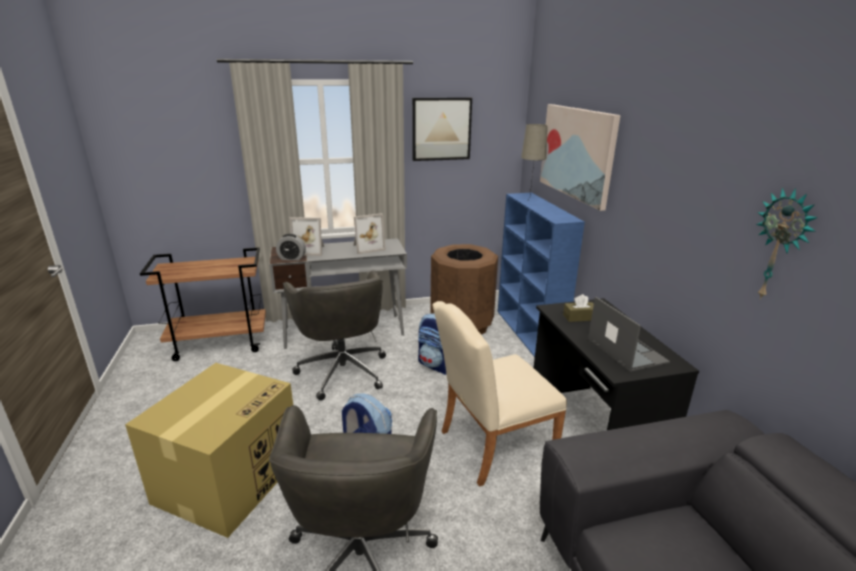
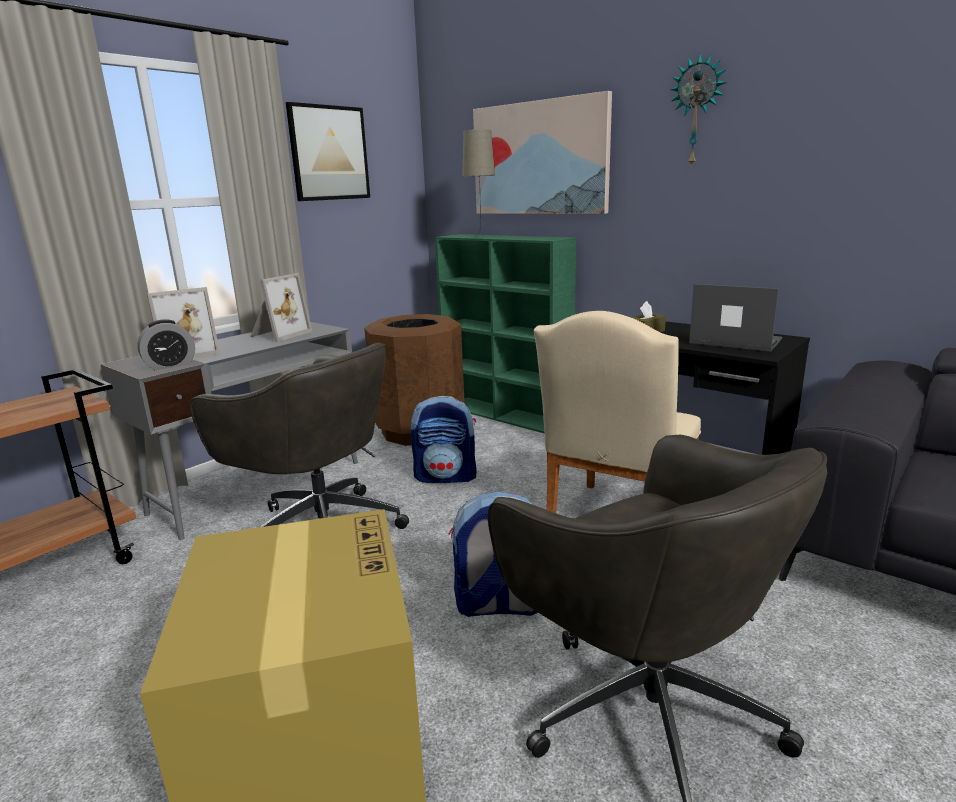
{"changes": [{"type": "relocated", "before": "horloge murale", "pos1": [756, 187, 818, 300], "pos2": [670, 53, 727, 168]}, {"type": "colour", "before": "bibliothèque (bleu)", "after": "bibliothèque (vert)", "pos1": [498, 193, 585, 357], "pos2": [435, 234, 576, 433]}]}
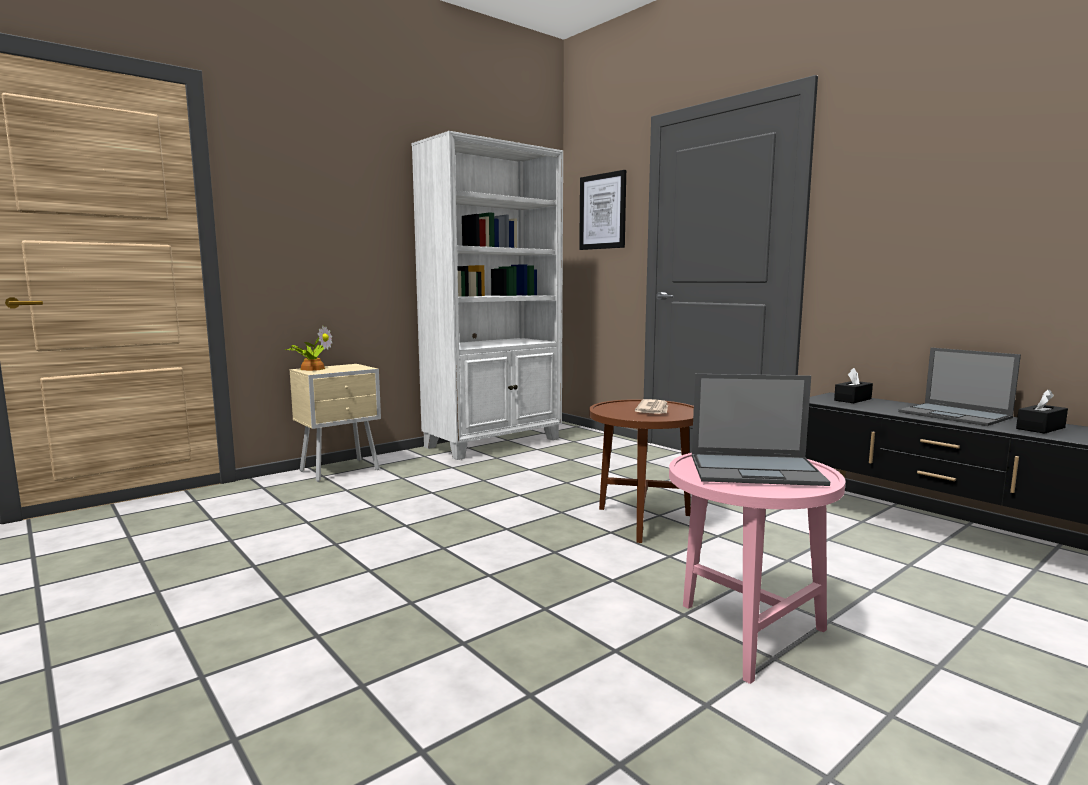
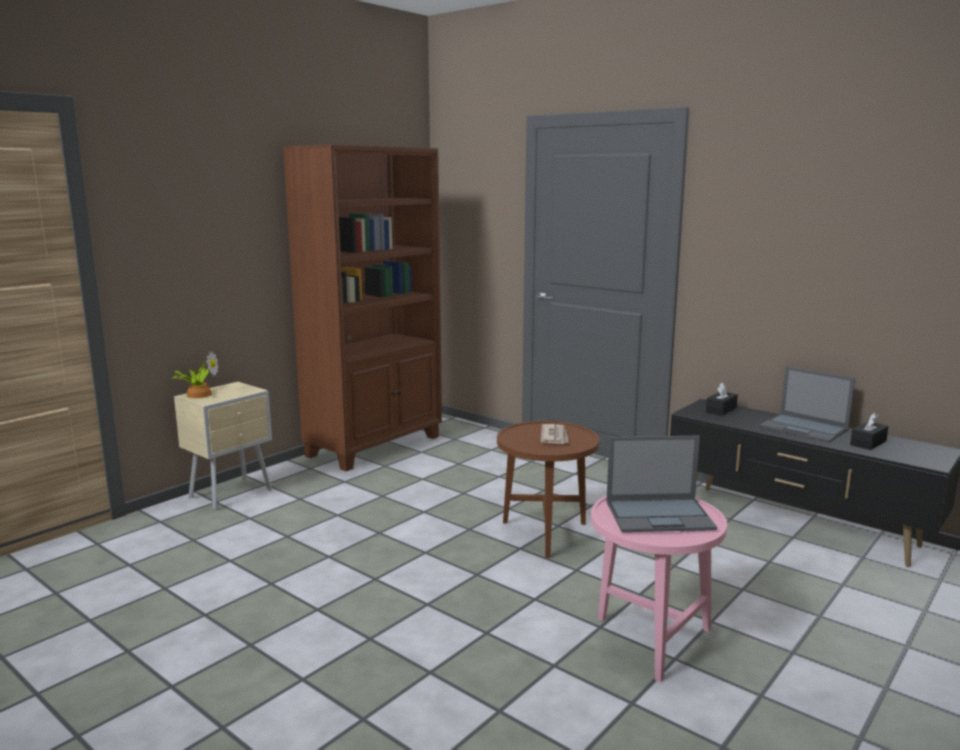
{"changes": [{"type": "missing", "before": "tableau", "pos1": [579, 170, 626, 250]}, {"type": "colour", "before": "bibliothèque (blanc)", "after": "bibliothèque (marron)", "pos1": [412, 131, 563, 460], "pos2": [283, 145, 442, 471]}]}
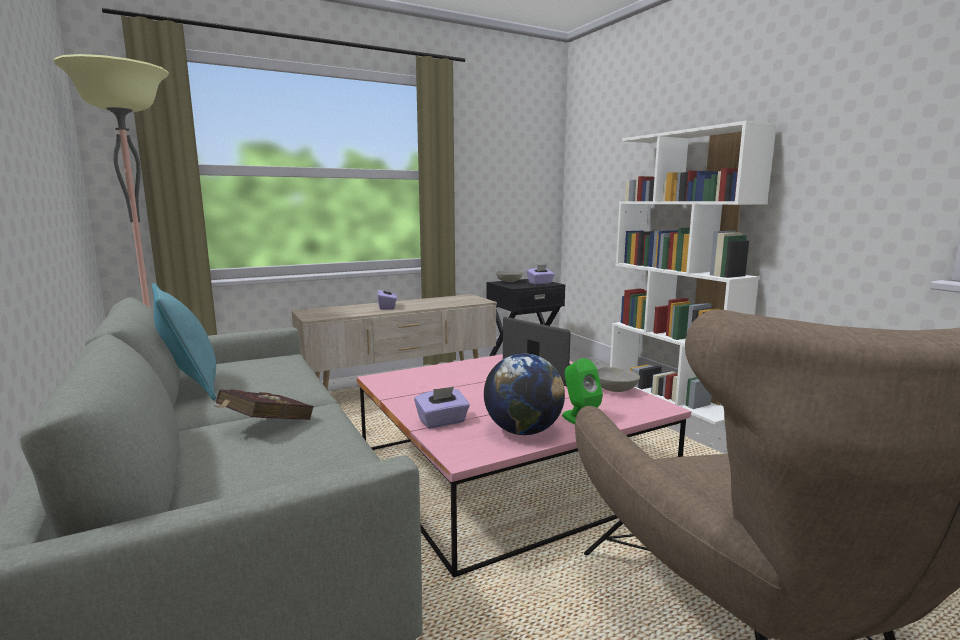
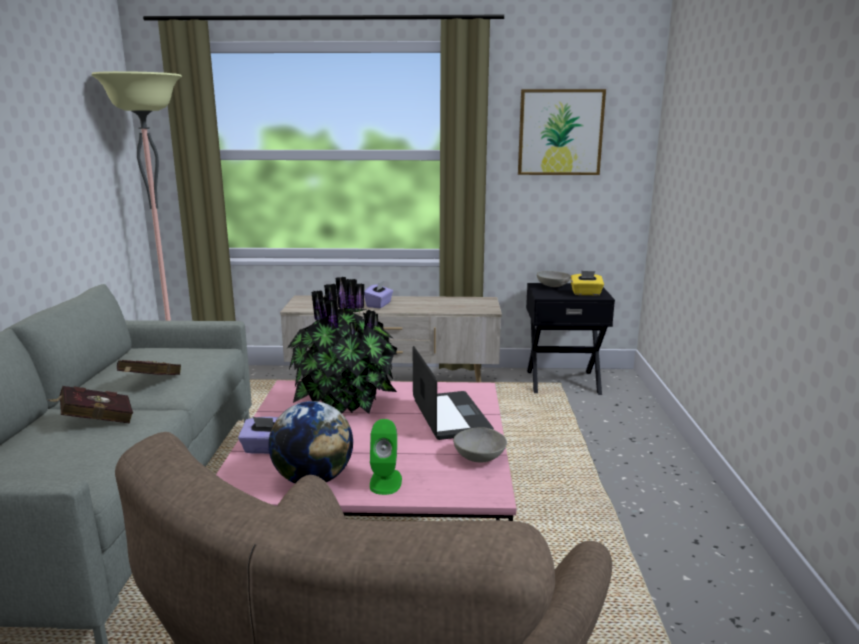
{"changes": [{"type": "missing", "before": "coussin (turquoise)", "pos1": [152, 283, 216, 400]}, {"type": "missing", "before": "bibliothèque (blanc)", "pos1": [610, 121, 777, 425]}, {"type": "appeared", "after": "livre (rouge)", "pos2": [117, 360, 181, 375]}, {"type": "appeared", "after": "plante en pot", "pos2": [287, 276, 397, 414]}, {"type": "appeared", "after": "tableau", "pos2": [518, 89, 606, 175]}, {"type": "colour", "before": "boîte à mouchoirs (violet)", "after": "boîte à mouchoirs (jaune)", "pos1": [527, 265, 555, 285], "pos2": [570, 271, 604, 295]}]}
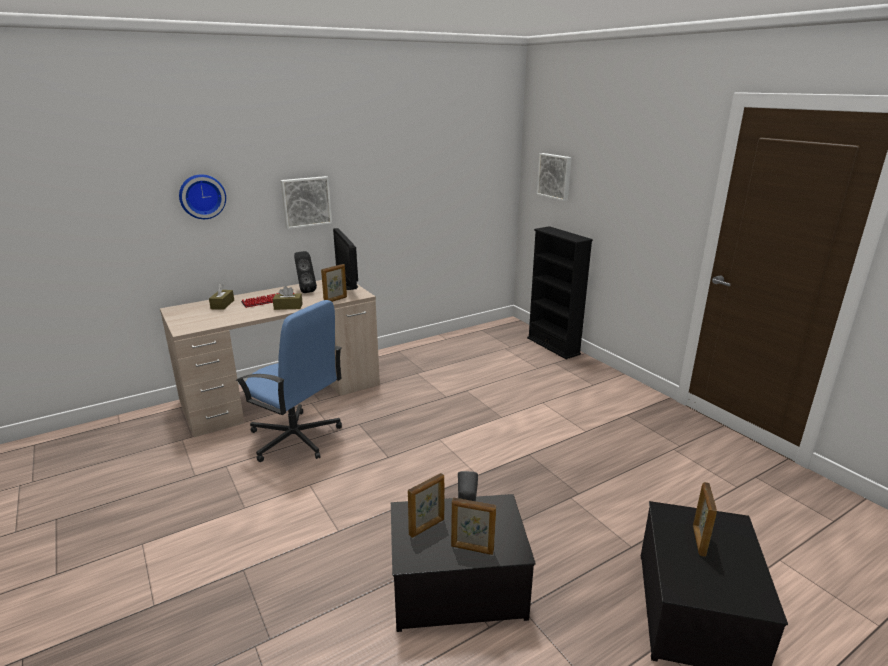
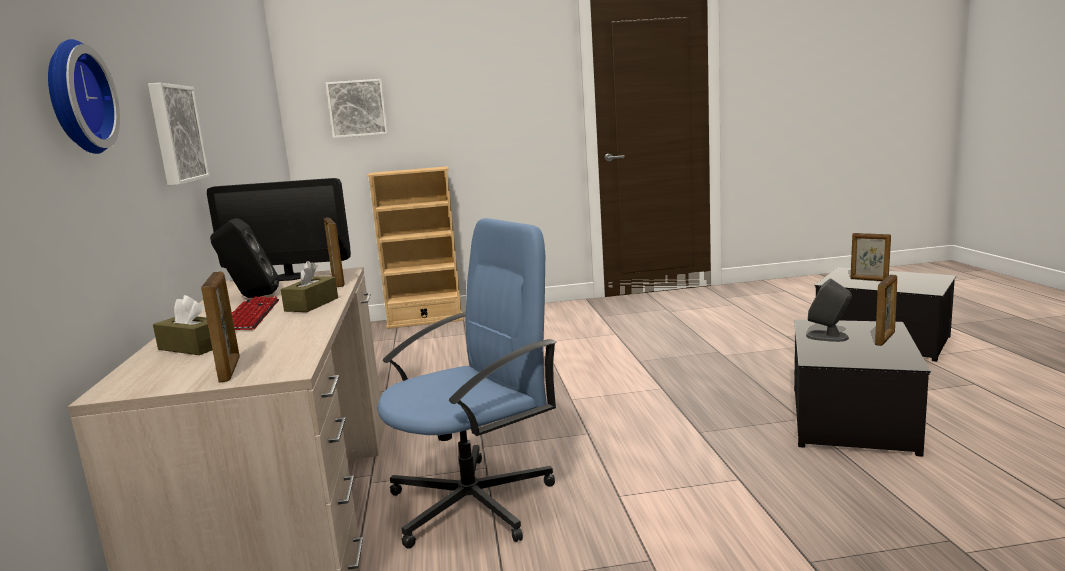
{"changes": [{"type": "relocated", "before": "cadre photo", "pos1": [408, 473, 444, 538], "pos2": [201, 271, 240, 383]}, {"type": "colour", "before": "bibliothèque (noir)", "after": "bibliothèque (beige)", "pos1": [527, 226, 593, 359], "pos2": [367, 166, 464, 329]}]}
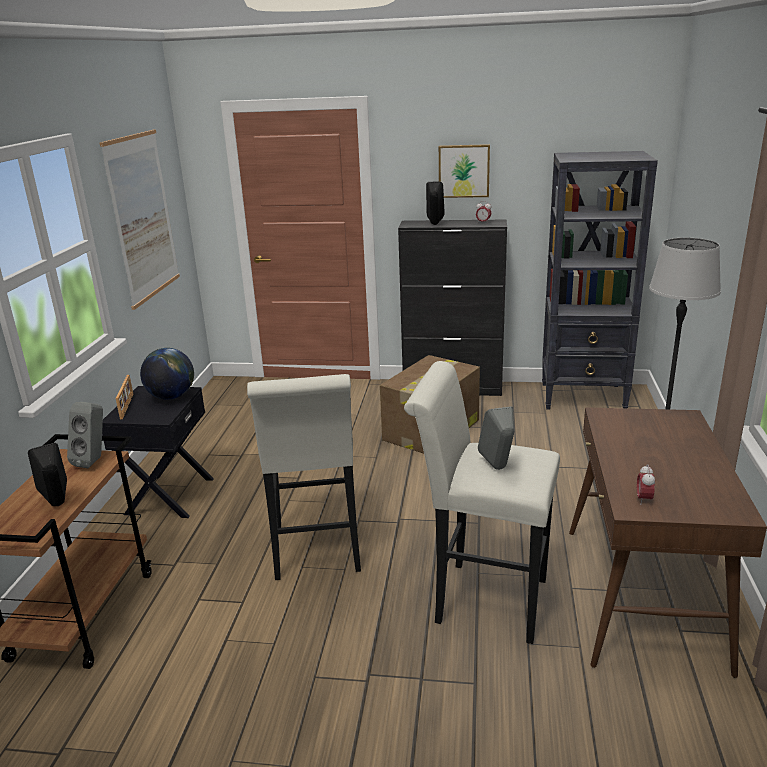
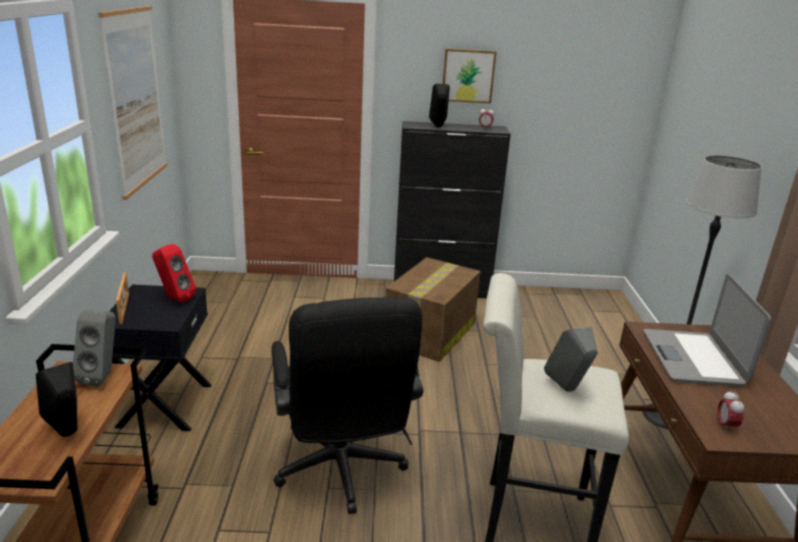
{"changes": [{"type": "missing", "before": "bibliothèque (noir)", "pos1": [542, 151, 658, 409]}, {"type": "appeared", "after": "ordinateur portable", "pos2": [643, 274, 771, 387]}, {"type": "exchanged", "before": "globe", "after": "enceinte (rouge)", "pos1": [140, 348, 194, 400], "pos2": [152, 244, 196, 303]}, {"type": "exchanged", "before": "tabouret (blanc)", "after": "chaise de bureau (noir)", "pos1": [247, 374, 361, 580], "pos2": [271, 297, 423, 514]}]}
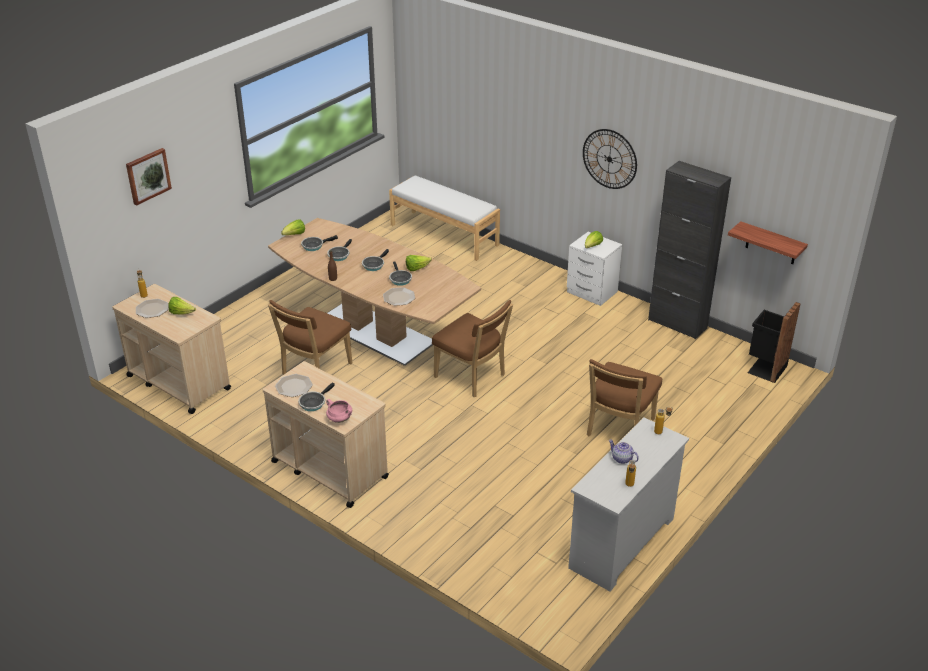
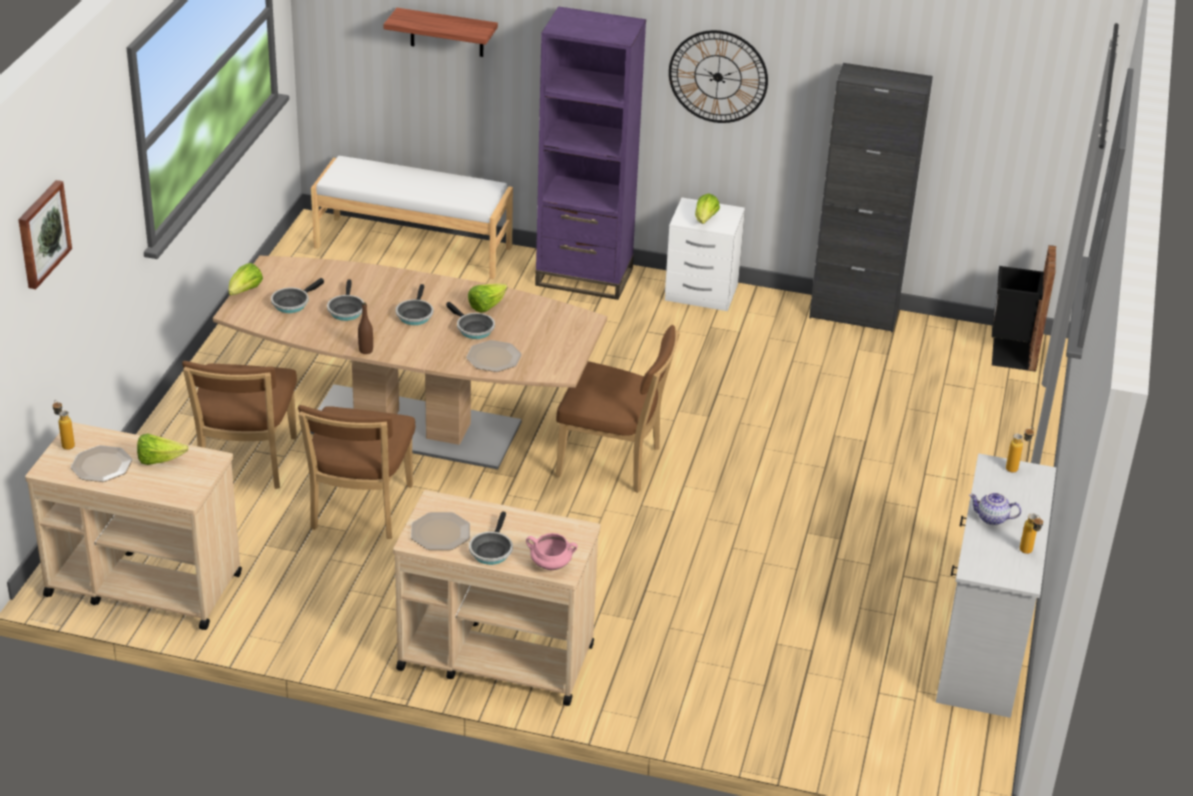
{"changes": [{"type": "appeared", "after": "bibliothèque (violet)", "pos2": [535, 6, 646, 300]}, {"type": "relocated", "before": "chaise (marron)", "pos1": [587, 359, 662, 436], "pos2": [182, 361, 297, 489]}, {"type": "relocated", "before": "étagère", "pos1": [728, 221, 808, 264], "pos2": [383, 8, 498, 57]}]}
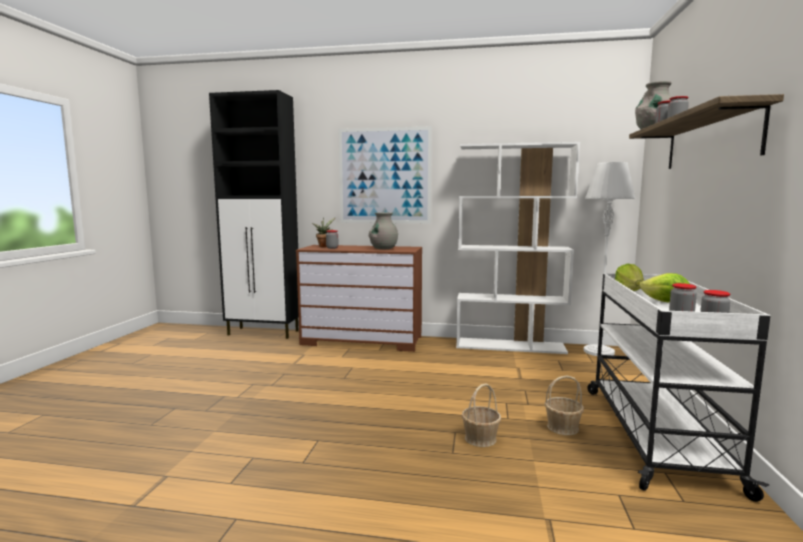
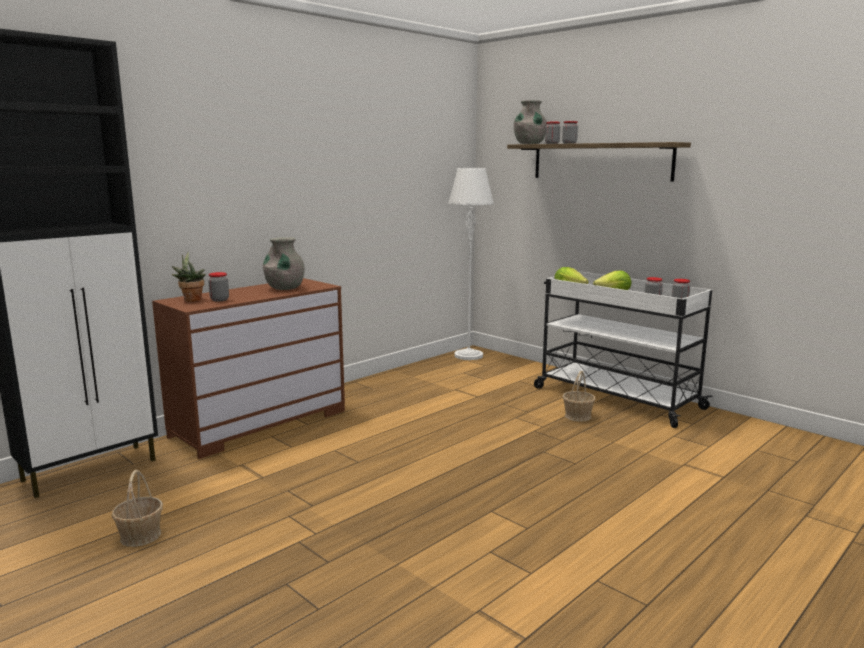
{"changes": [{"type": "missing", "before": "tableau", "pos1": [339, 127, 432, 223]}, {"type": "missing", "before": "bibliothèque (blanc)", "pos1": [456, 142, 580, 354]}, {"type": "relocated", "before": "panier", "pos1": [462, 383, 501, 447], "pos2": [112, 470, 163, 547]}]}
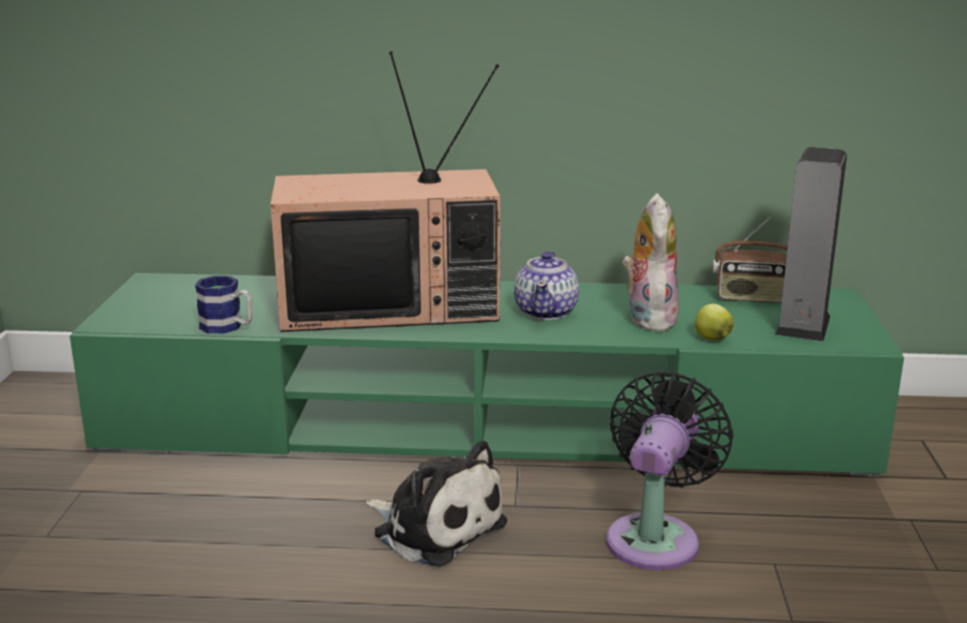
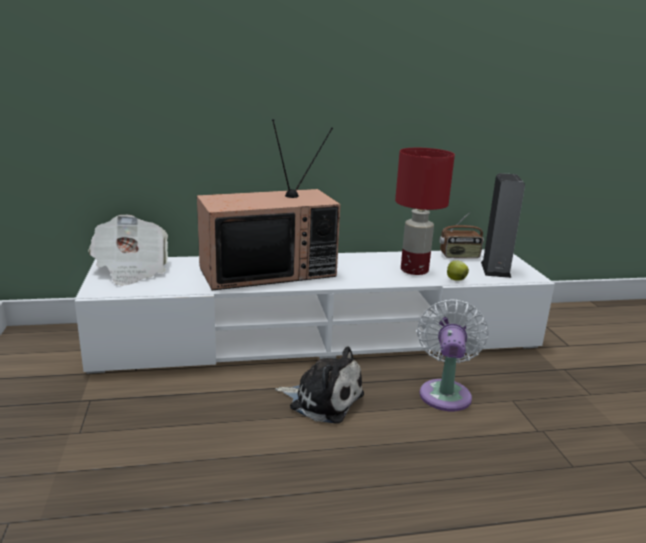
{"changes": [{"type": "missing", "before": "mug", "pos1": [195, 276, 252, 334]}, {"type": "missing", "before": "théière", "pos1": [514, 251, 579, 320]}, {"type": "appeared", "after": "journal", "pos2": [88, 215, 168, 286]}, {"type": "exchanged", "before": "peluche", "after": "lampe de table (rouge)", "pos1": [622, 193, 679, 332], "pos2": [395, 148, 455, 275]}, {"type": "colour", "before": "meuble télé (vert)", "after": "meuble télé (blanc)", "pos1": [70, 273, 904, 477], "pos2": [75, 250, 555, 374]}, {"type": "colour", "before": "ventilateur (noir)", "after": "ventilateur (blanc)", "pos1": [606, 371, 734, 570], "pos2": [417, 299, 489, 411]}]}
